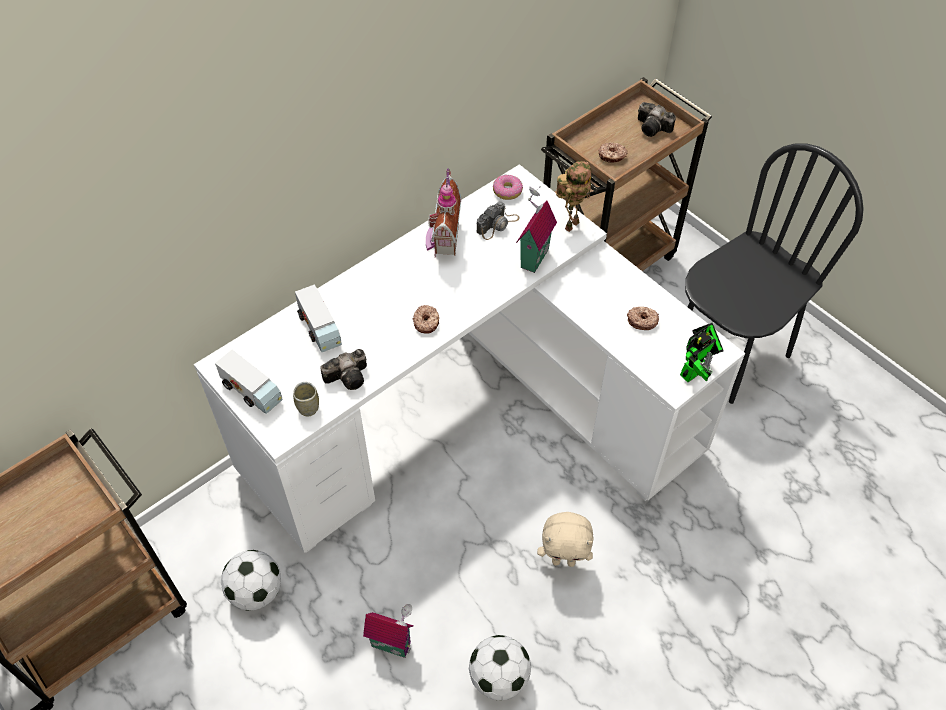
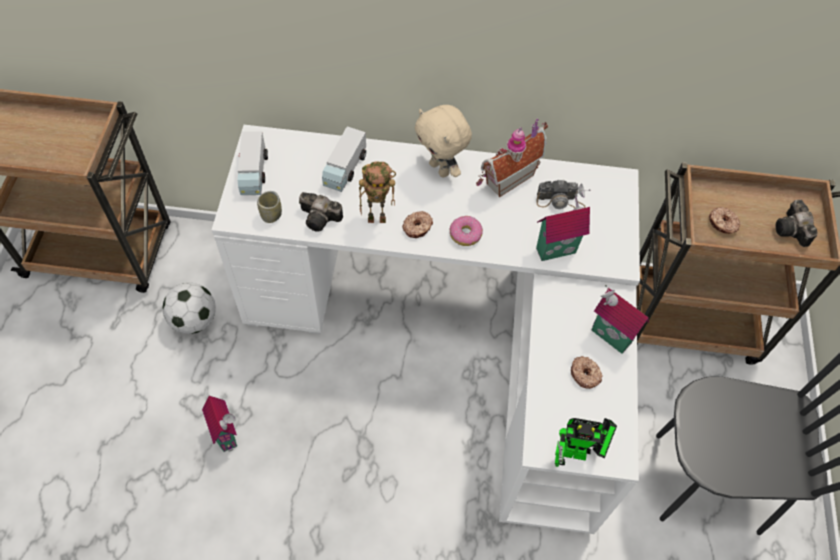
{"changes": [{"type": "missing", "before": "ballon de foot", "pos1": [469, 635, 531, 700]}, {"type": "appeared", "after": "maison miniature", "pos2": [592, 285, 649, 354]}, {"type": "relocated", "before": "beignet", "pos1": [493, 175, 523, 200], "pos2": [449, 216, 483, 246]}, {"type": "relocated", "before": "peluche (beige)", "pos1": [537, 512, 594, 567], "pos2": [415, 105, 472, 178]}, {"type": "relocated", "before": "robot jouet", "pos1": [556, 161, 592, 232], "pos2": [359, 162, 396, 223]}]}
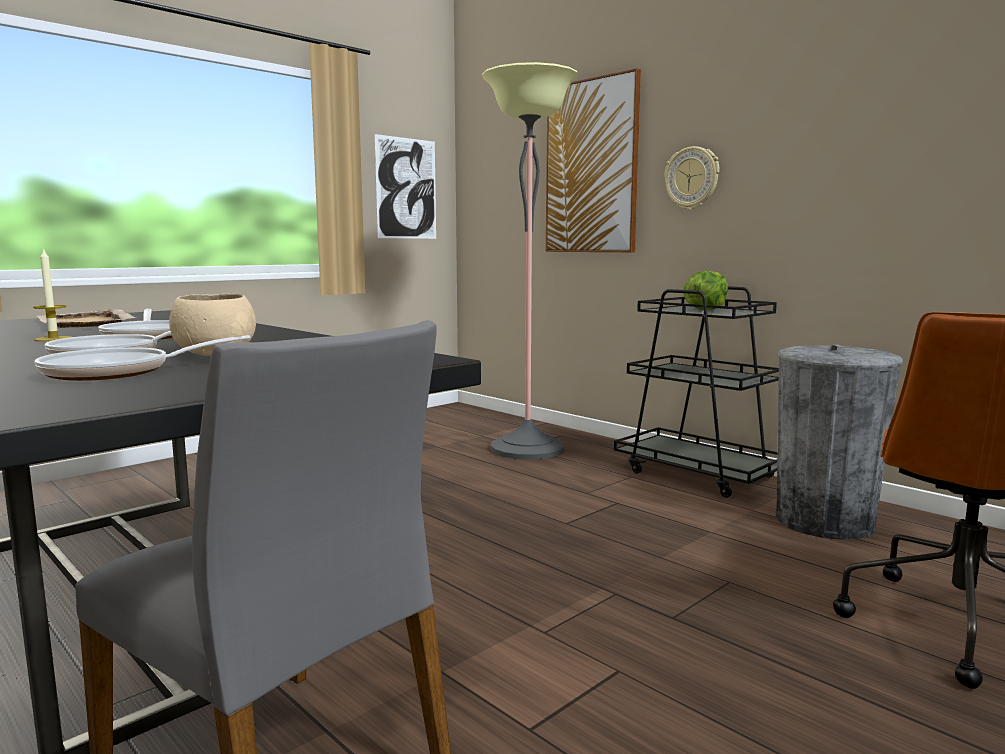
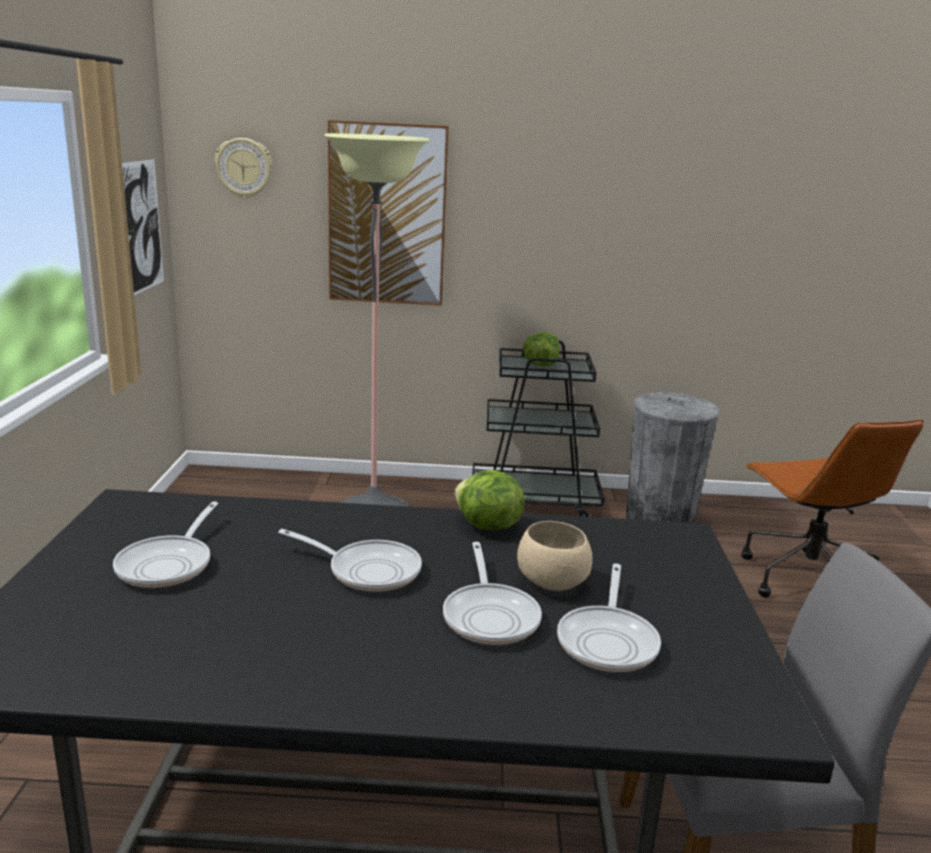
{"changes": [{"type": "missing", "before": "bougie", "pos1": [33, 248, 71, 341]}, {"type": "appeared", "after": "laitue", "pos2": [455, 470, 525, 530]}, {"type": "relocated", "before": "horloge murale", "pos1": [664, 146, 719, 210], "pos2": [215, 138, 272, 198]}, {"type": "exchanged", "before": "plateau (beige)", "after": "poêle", "pos1": [37, 309, 135, 328], "pos2": [113, 501, 219, 588]}]}
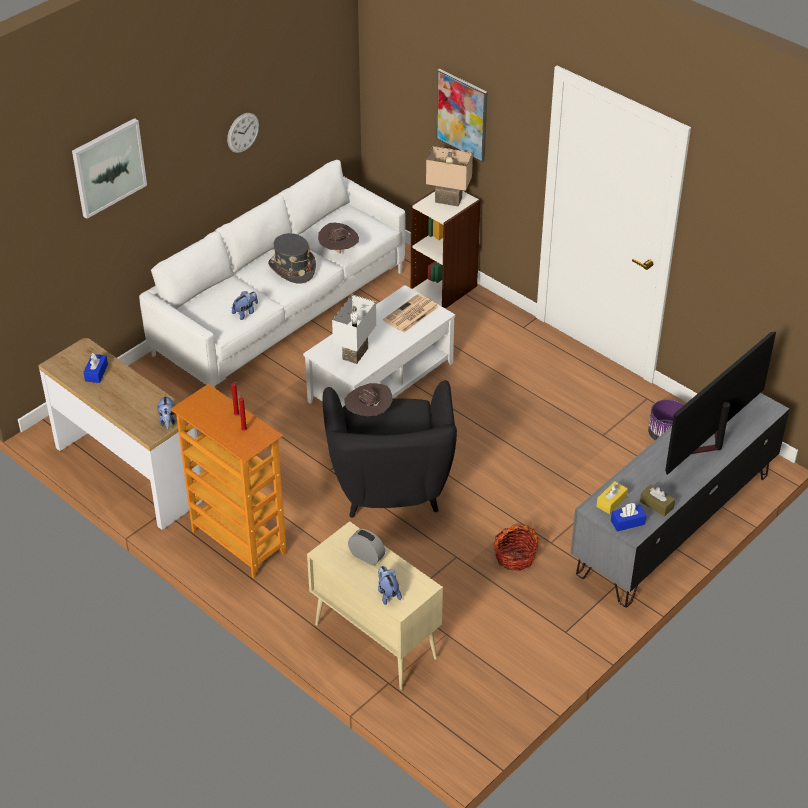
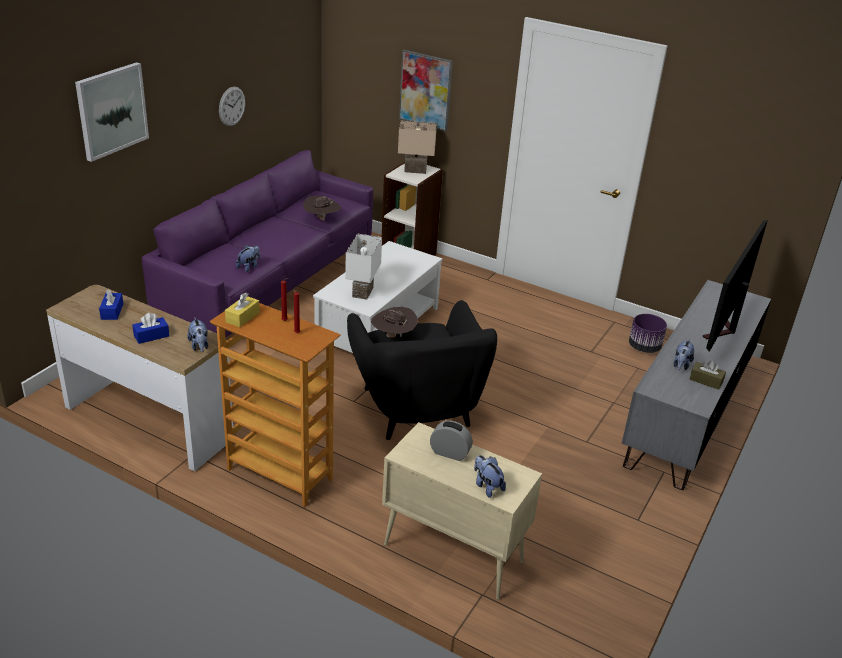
{"changes": [{"type": "missing", "before": "chapeau (gris)", "pos1": [268, 233, 316, 284]}, {"type": "missing", "before": "journal", "pos1": [383, 294, 438, 333]}, {"type": "missing", "before": "panier", "pos1": [494, 524, 539, 571]}, {"type": "appeared", "after": "peluche", "pos2": [673, 339, 694, 370]}, {"type": "relocated", "before": "boîte à mouchoirs (jaune)", "pos1": [596, 481, 628, 514], "pos2": [225, 292, 260, 327]}, {"type": "relocated", "before": "boîte à mouchoirs (bleu)", "pos1": [611, 503, 647, 532], "pos2": [132, 313, 169, 344]}, {"type": "colour", "before": "canapé (blanc)", "after": "canapé (violet)", "pos1": [139, 160, 405, 388], "pos2": [142, 150, 373, 337]}]}
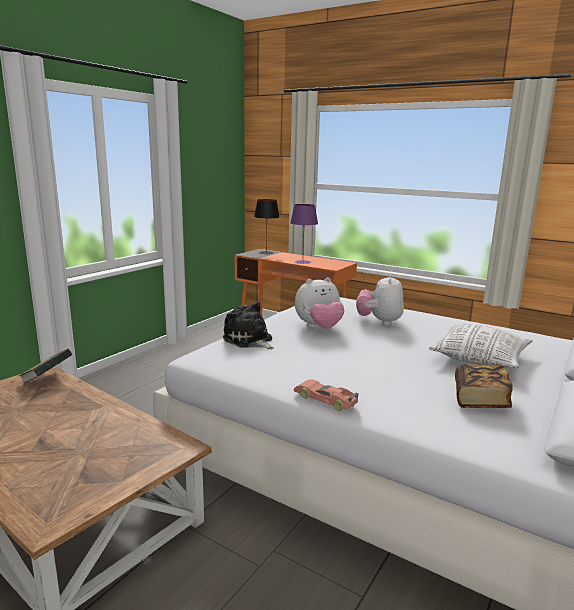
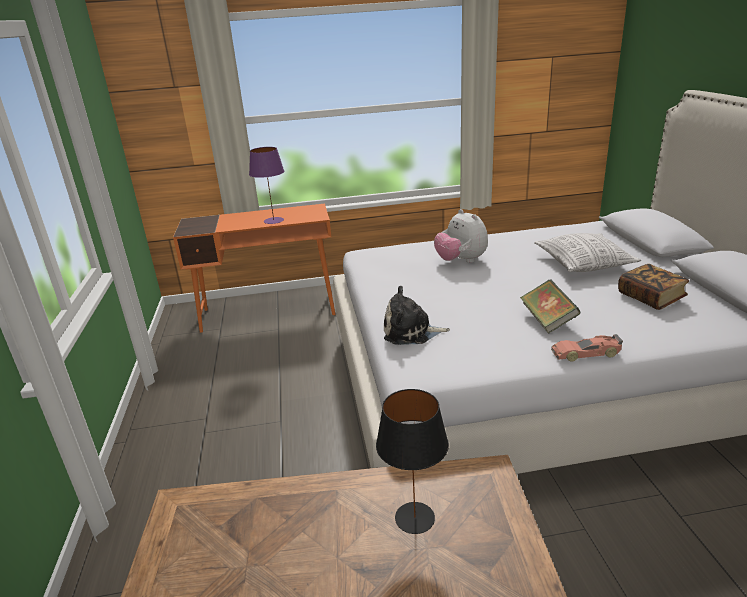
{"changes": [{"type": "missing", "before": "peluche", "pos1": [295, 277, 344, 328]}, {"type": "relocated", "before": "livre", "pos1": [19, 349, 72, 383], "pos2": [520, 279, 580, 334]}, {"type": "relocated", "before": "lampe de table (noir)", "pos1": [254, 199, 279, 254], "pos2": [376, 389, 449, 534]}]}
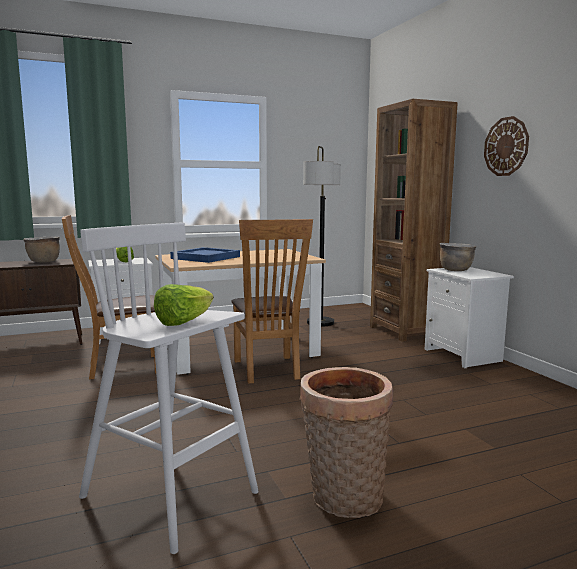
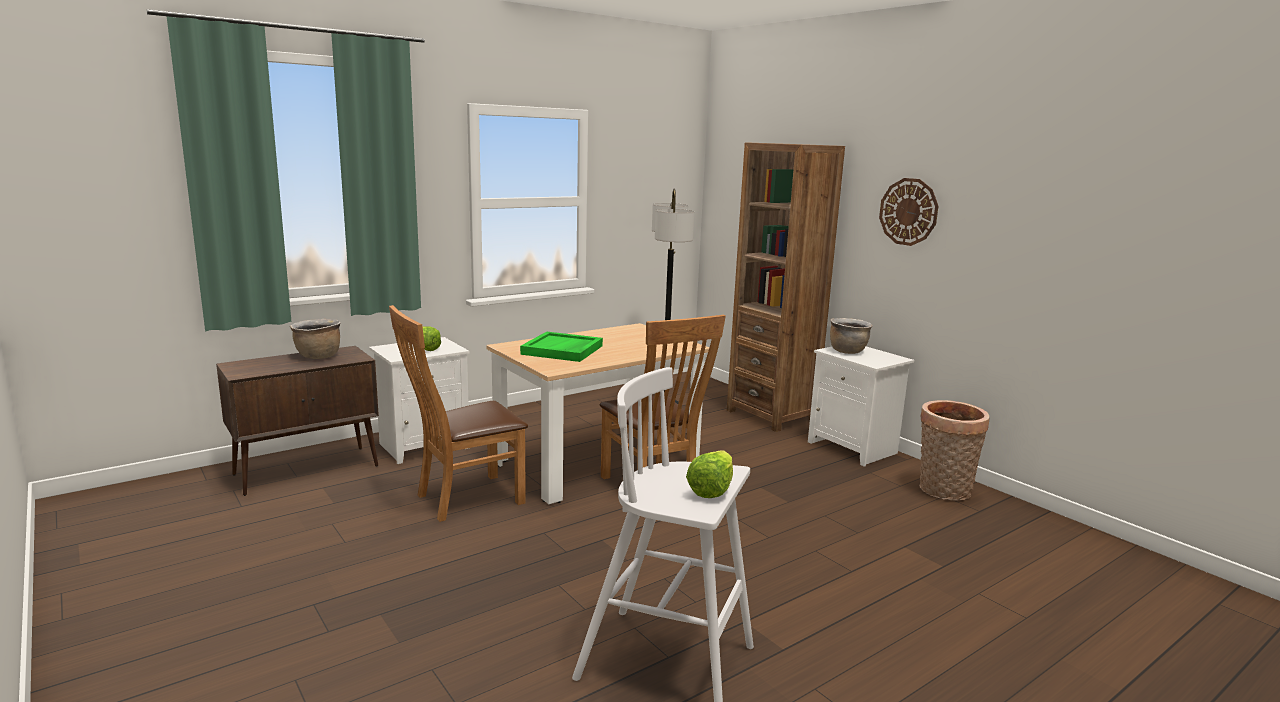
{"changes": [{"type": "relocated", "before": "panier", "pos1": [299, 367, 393, 518], "pos2": [920, 400, 989, 501]}, {"type": "colour", "before": "plateau (bleu)", "after": "plateau (vert)", "pos1": [170, 247, 240, 263], "pos2": [520, 332, 603, 362]}]}
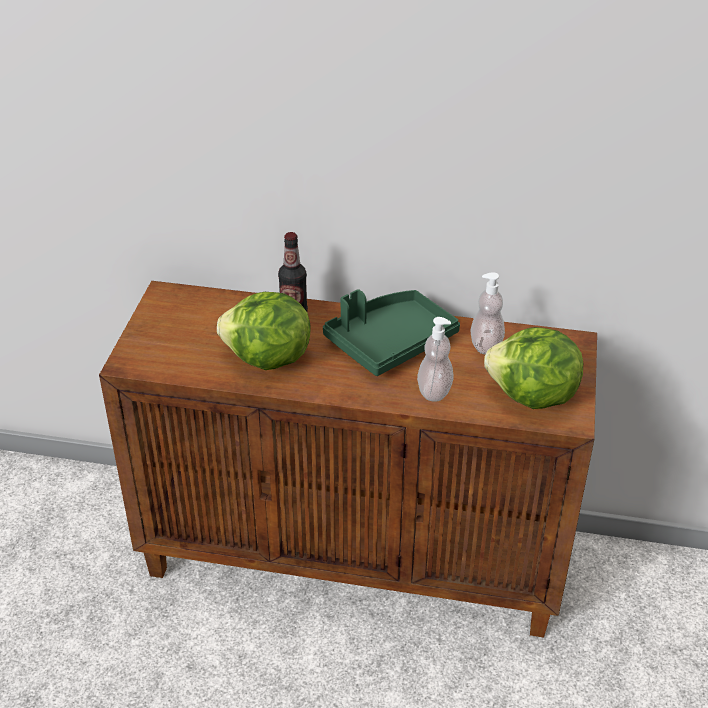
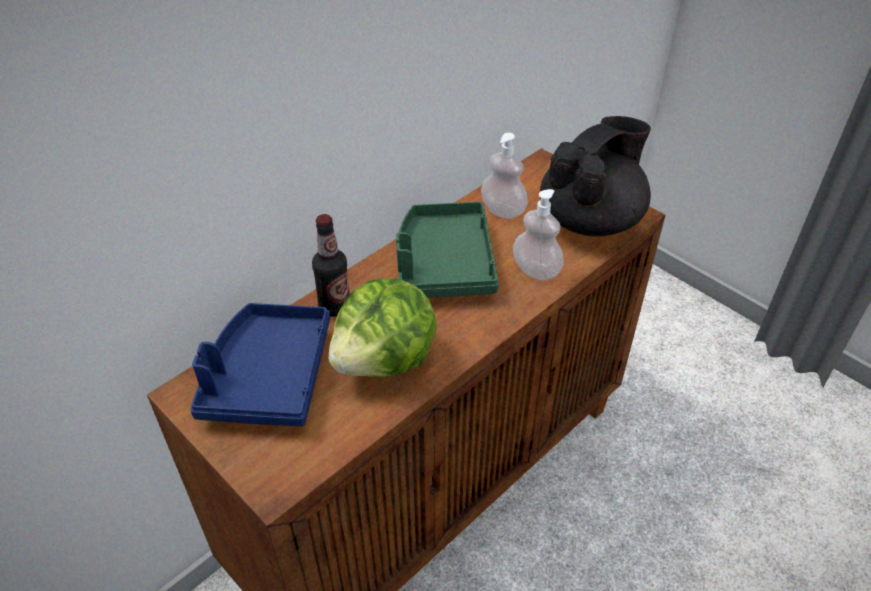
{"changes": [{"type": "appeared", "after": "plateau (bleu)", "pos2": [190, 303, 330, 426]}, {"type": "exchanged", "before": "laitue", "after": "théière (noir)", "pos1": [484, 327, 583, 409], "pos2": [540, 116, 651, 237]}]}
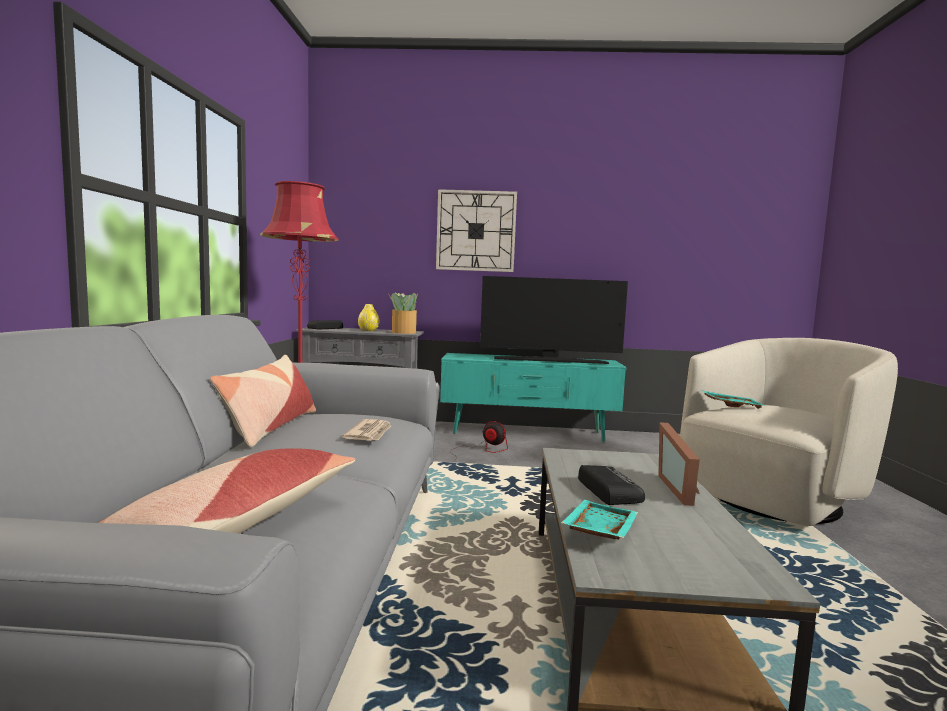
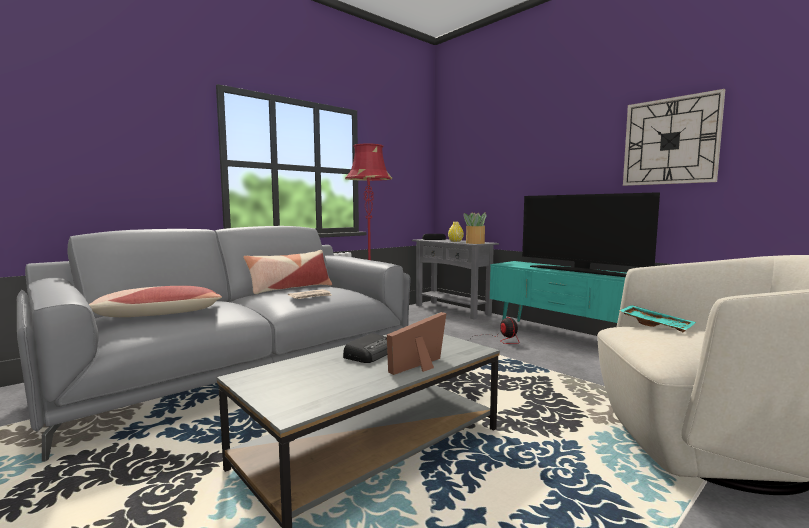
{"changes": [{"type": "missing", "before": "plateau (turquoise)", "pos1": [561, 500, 638, 540]}, {"type": "relocated", "before": "horloge murale", "pos1": [436, 189, 517, 272], "pos2": [623, 89, 725, 186]}]}
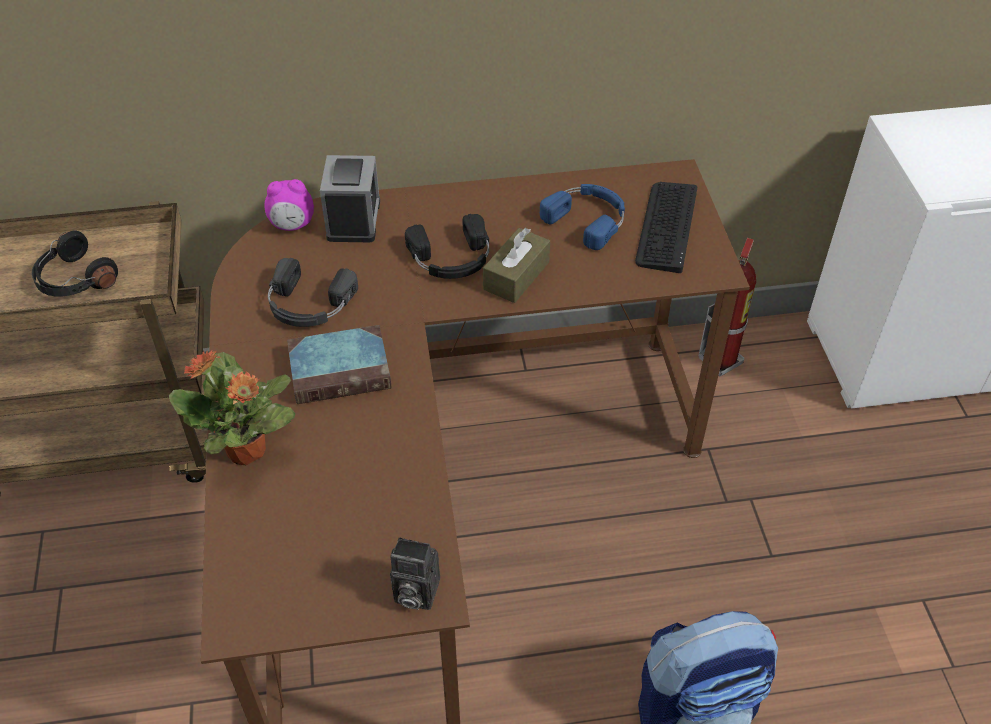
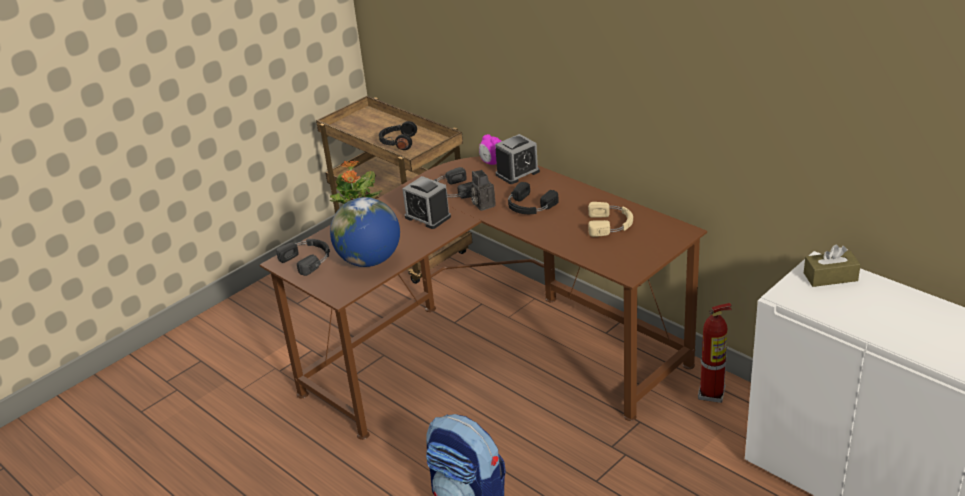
{"changes": [{"type": "missing", "before": "clavier", "pos1": [635, 182, 697, 273]}, {"type": "appeared", "after": "casque audio (noir)", "pos2": [276, 239, 330, 276]}, {"type": "appeared", "after": "globe", "pos2": [330, 197, 400, 267]}, {"type": "relocated", "before": "appareil photo", "pos1": [390, 537, 440, 610], "pos2": [470, 170, 496, 211]}, {"type": "relocated", "before": "boîte à mouchoirs (marron)", "pos1": [483, 228, 550, 303], "pos2": [804, 245, 861, 287]}, {"type": "exchanged", "before": "livre", "after": "réveil", "pos1": [287, 325, 392, 404], "pos2": [402, 176, 451, 229]}, {"type": "colour", "before": "casque audio (bleu)", "after": "casque audio (beige)", "pos1": [540, 184, 625, 250], "pos2": [588, 202, 633, 237]}]}
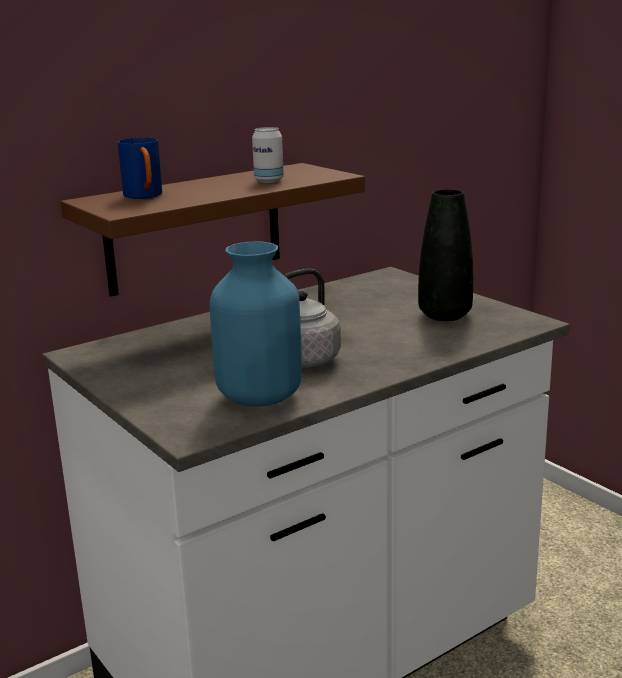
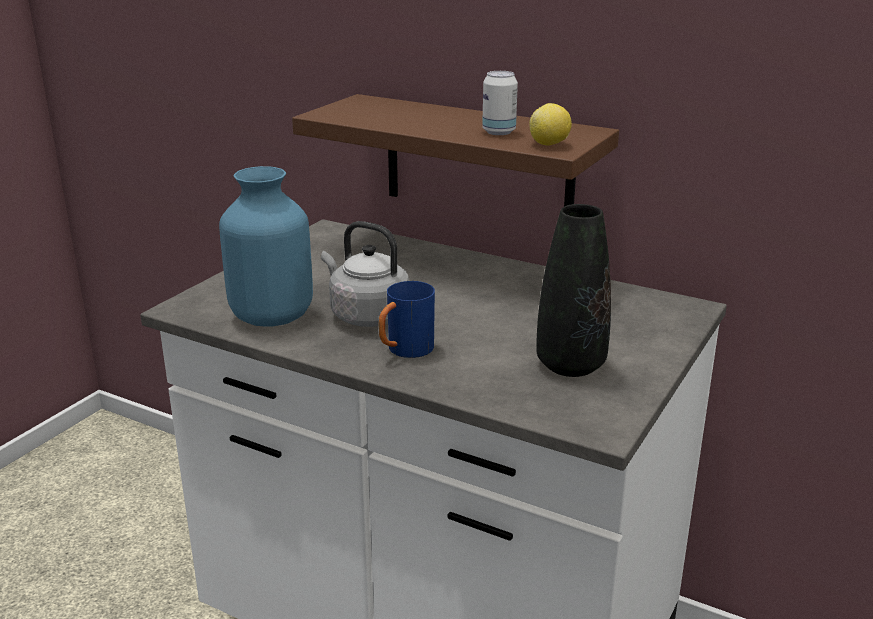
{"changes": [{"type": "appeared", "after": "citron", "pos2": [529, 103, 572, 146]}, {"type": "relocated", "before": "mug (bleu)", "pos1": [117, 138, 162, 199], "pos2": [378, 281, 435, 358]}]}
